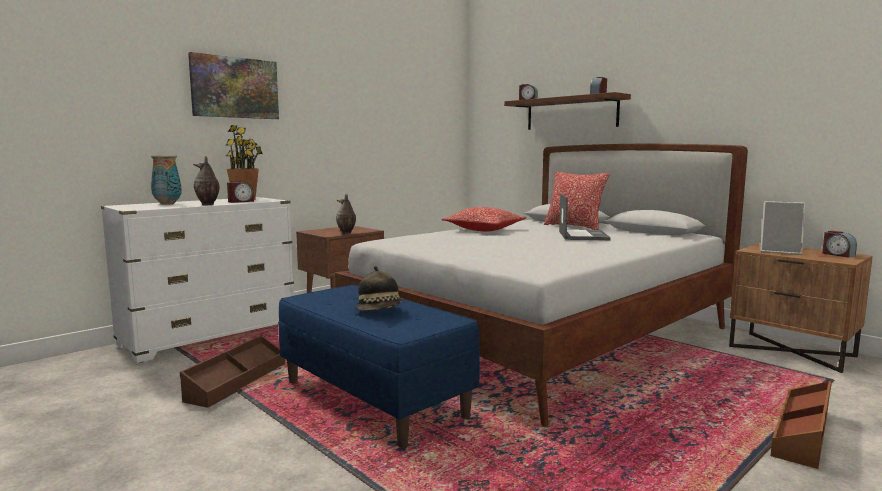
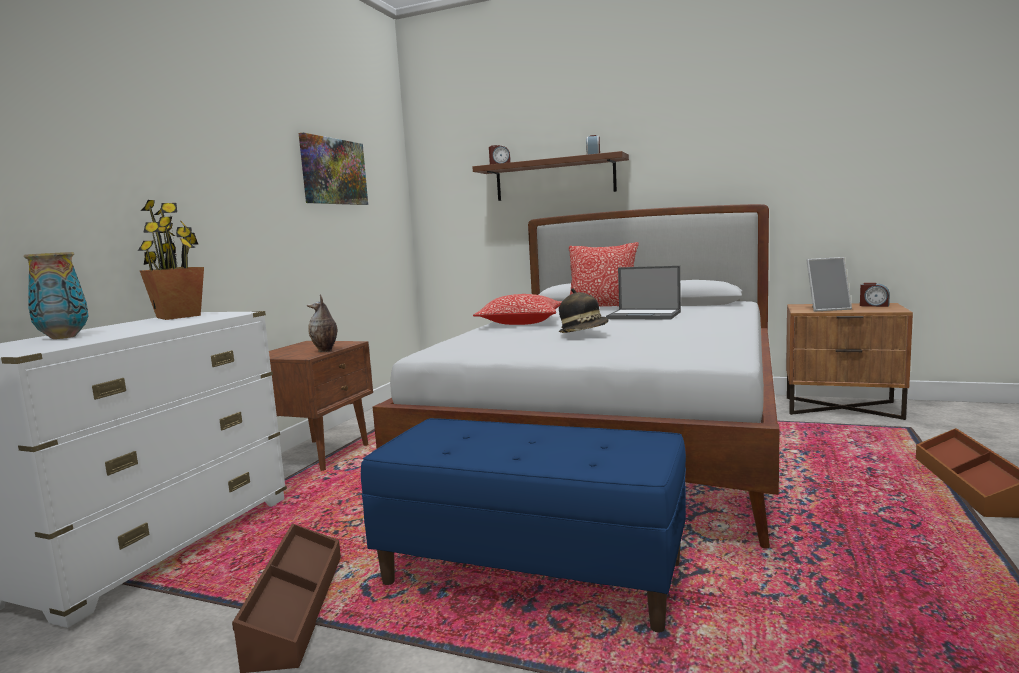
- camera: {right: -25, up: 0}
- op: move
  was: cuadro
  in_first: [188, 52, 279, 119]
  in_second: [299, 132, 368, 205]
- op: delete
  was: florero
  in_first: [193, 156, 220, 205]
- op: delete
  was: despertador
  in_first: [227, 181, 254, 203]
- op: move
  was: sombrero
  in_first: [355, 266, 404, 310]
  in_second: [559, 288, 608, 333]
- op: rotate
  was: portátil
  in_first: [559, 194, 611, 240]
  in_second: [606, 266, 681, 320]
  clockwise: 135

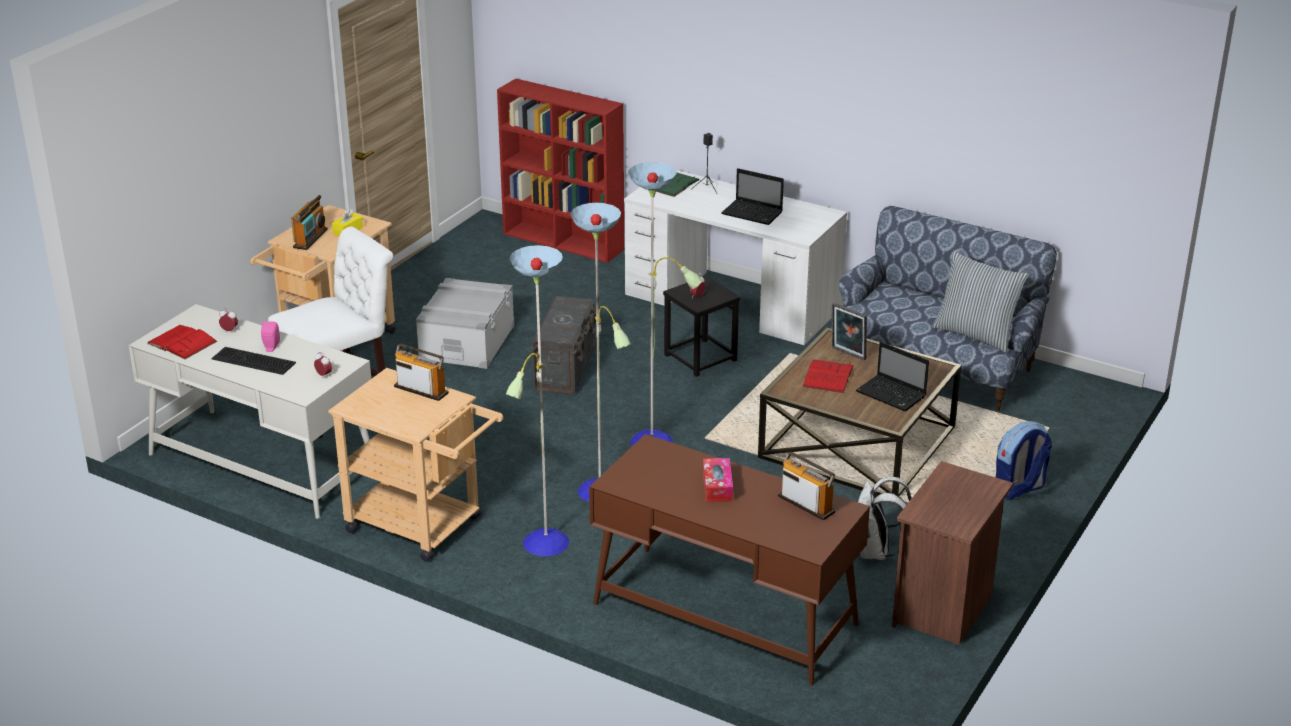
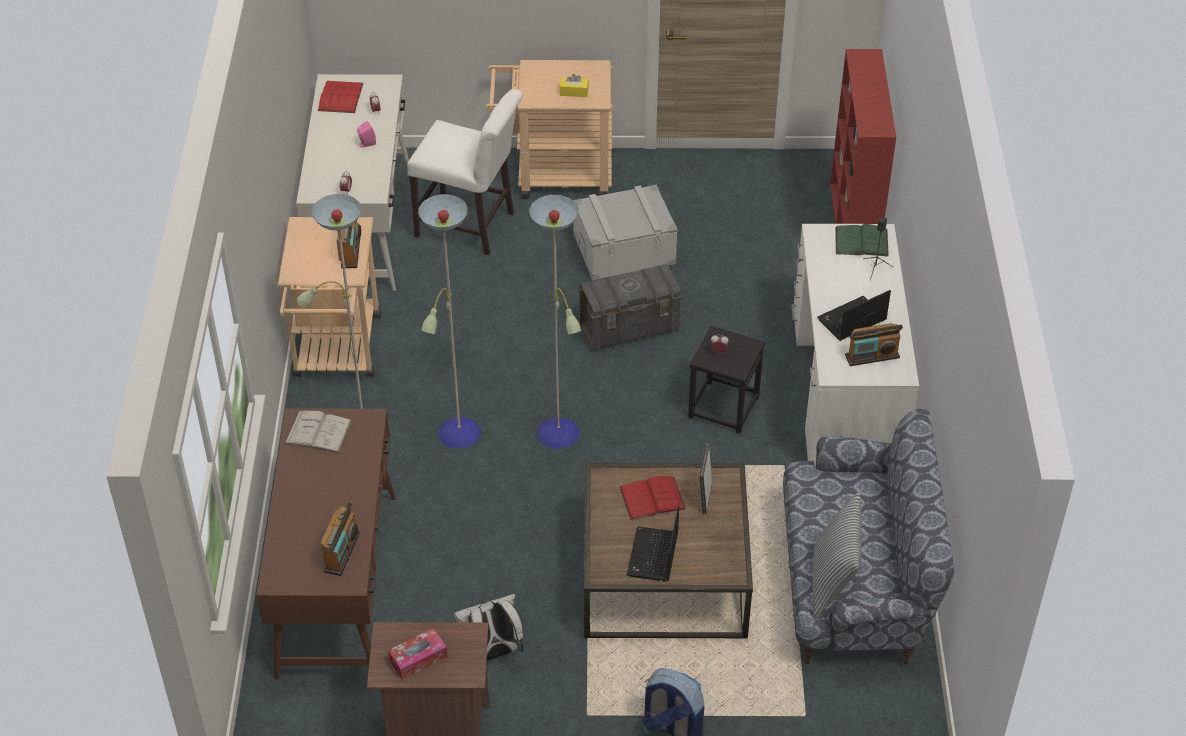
- camera: {right: 60, up: 15}
- op: delete
  was: teclado
  in_first: [212, 347, 296, 375]
- op: move
  was: radio
  in_first: [291, 195, 328, 250]
  in_second: [845, 323, 903, 366]
- op: move
  was: caja de pañuelos
  in_first: [703, 458, 733, 502]
  in_second: [388, 628, 447, 679]
- op: rotate
  was: portátil
  in_first: [721, 168, 784, 225]
  in_second: [817, 290, 891, 341]
  clockwise: 60
- op: insert
  now: libro [blanco]
  in_second: [284, 410, 353, 454]

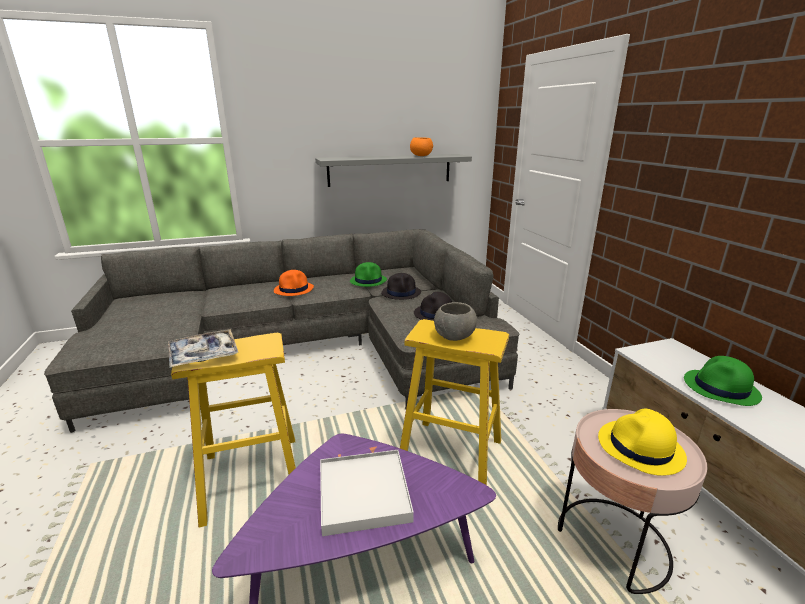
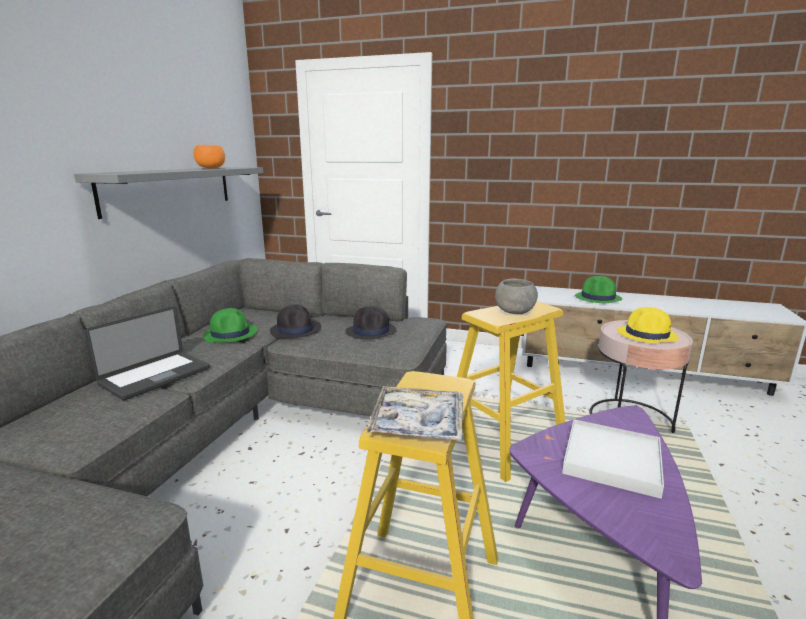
- camera: {right: -55, up: -5}
- op: replace
  was: sombrero [naranja]
  now: portátil
  in_first: [274, 270, 314, 296]
  in_second: [85, 307, 210, 400]

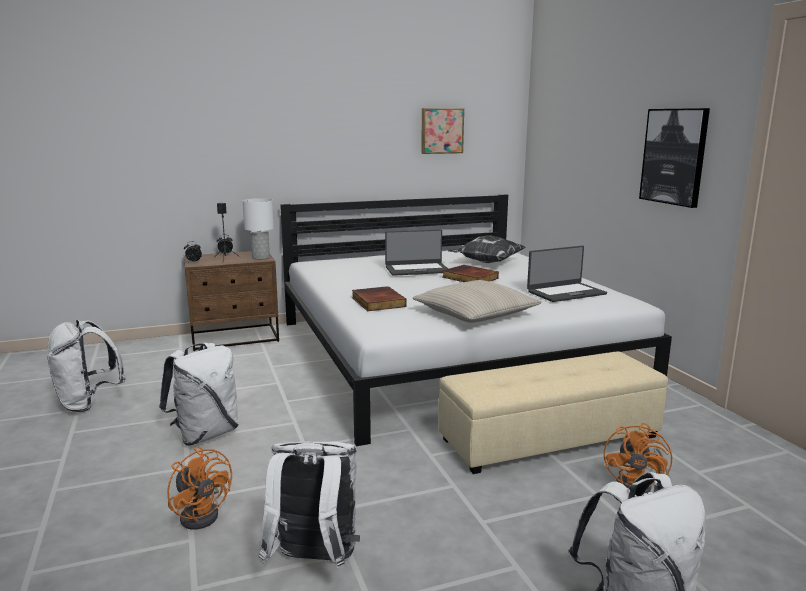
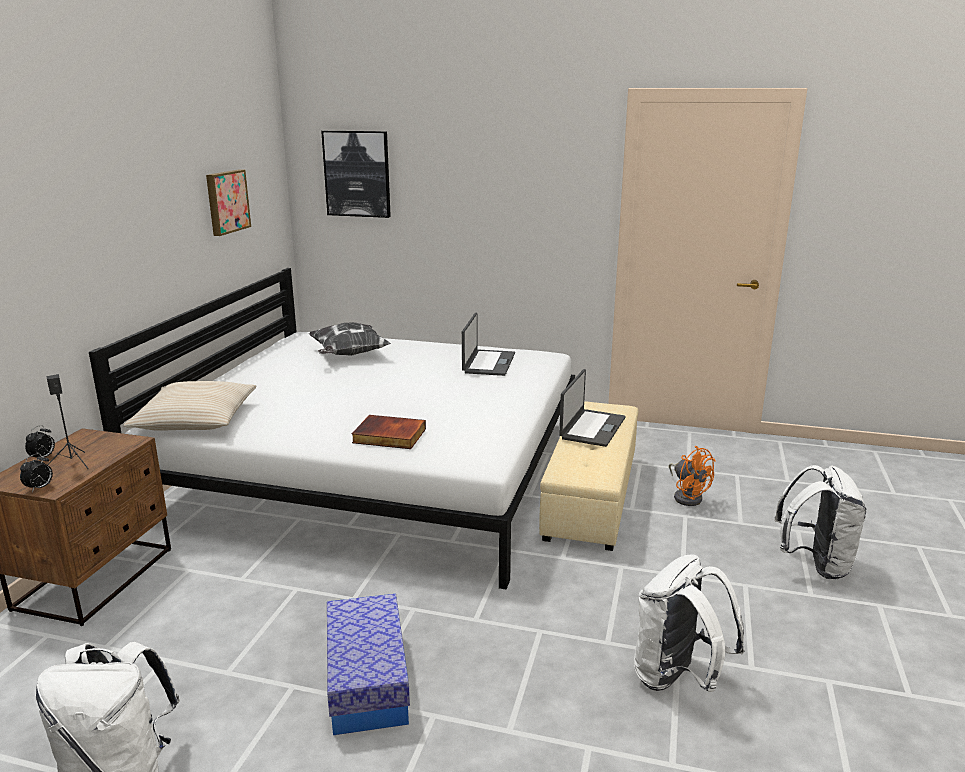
- camera: {right: -55, up: 5}
- op: replace
  was: mochila [blanco]
  now: caja de almacenaje
  in_first: [159, 343, 238, 446]
  in_second: [327, 594, 410, 735]
- op: delete
  was: ventilador [naranja]
  in_first: [167, 446, 232, 530]
- op: delete
  was: lámpara de mesa [blanco]
  in_first: [243, 198, 274, 260]
- op: move
  was: portátil
  in_first: [385, 230, 448, 276]
  in_second: [559, 369, 626, 447]
- op: move
  was: cojín [beis]
  in_first: [413, 280, 542, 323]
  in_second: [123, 381, 256, 431]
- op: delete
  was: libro
  in_first: [442, 265, 499, 282]
- op: move
  was: cuadro
  in_first: [639, 108, 710, 208]
  in_second: [321, 131, 391, 218]

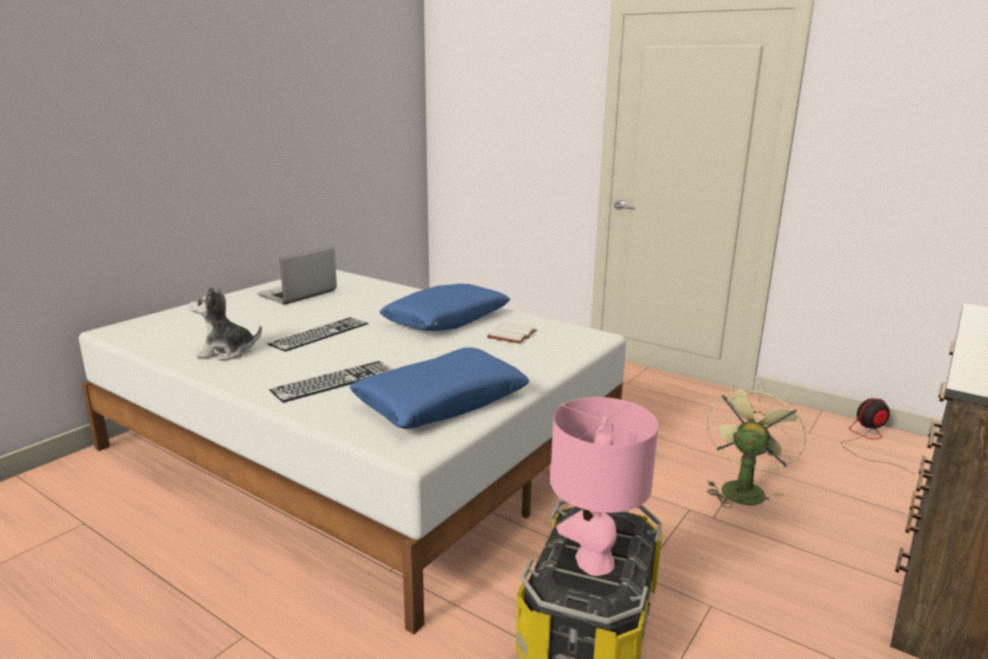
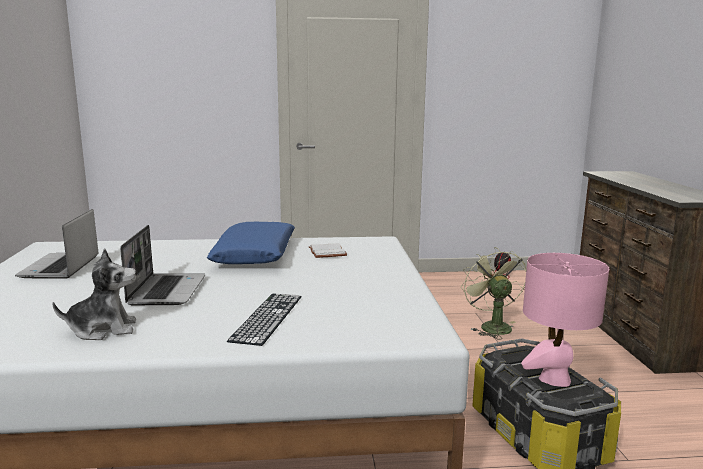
- camera: {right: -40, up: -5}
- op: rotate
  was: peluche
  in_first: [189, 286, 262, 361]
  in_second: [52, 249, 137, 340]
  clockwise: -150
- op: replace
  was: teclado
  now: portátil
  in_first: [267, 317, 368, 352]
  in_second: [120, 225, 205, 305]
- op: delete
  was: cojín [azul]
  in_first: [349, 348, 529, 429]

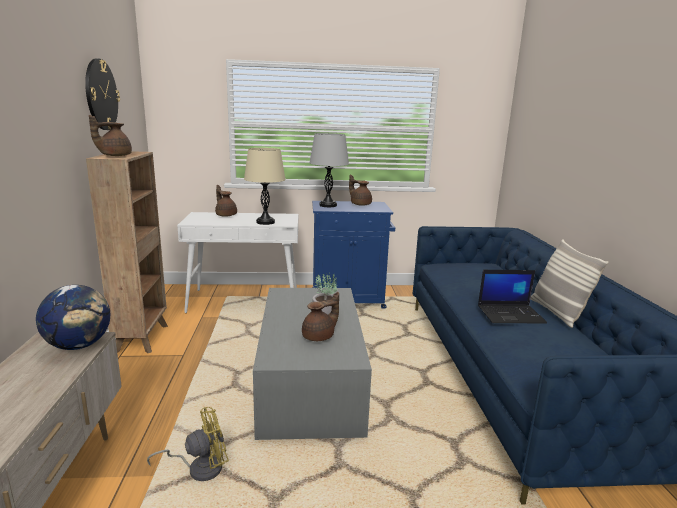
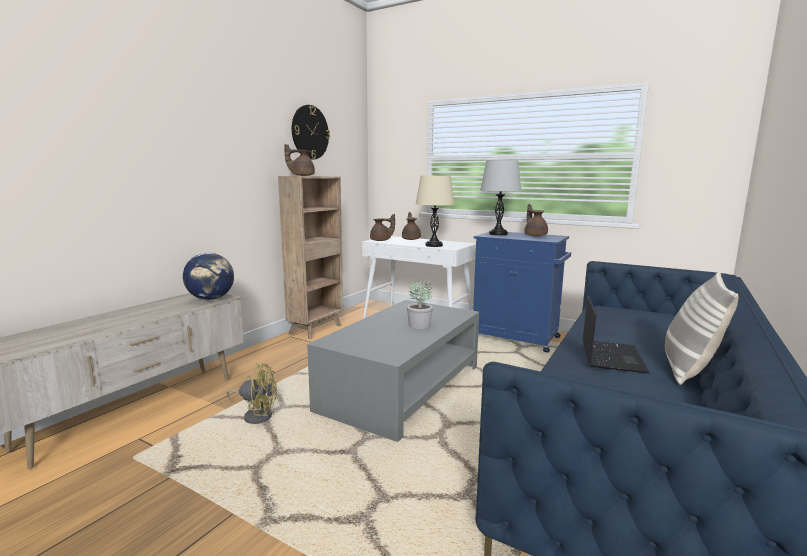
- camera: {right: 35, up: -5}
- op: move
  was: tetera [marrón]
  in_first: [302, 292, 339, 341]
  in_second: [370, 214, 395, 241]
- op: rotate
  was: portátil
  in_first: [478, 270, 547, 323]
  in_second: [582, 296, 650, 373]
  clockwise: -105

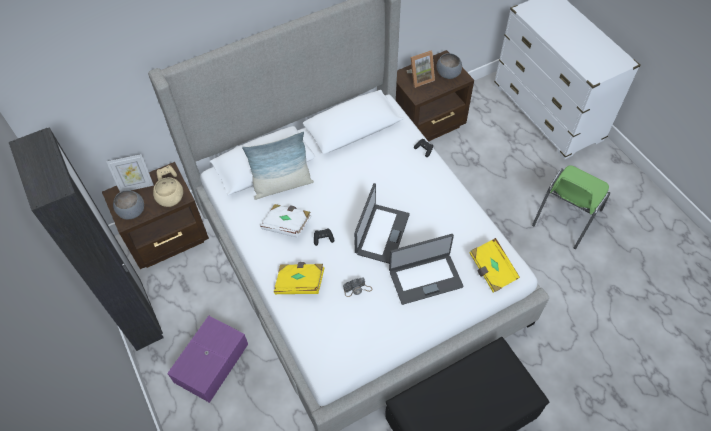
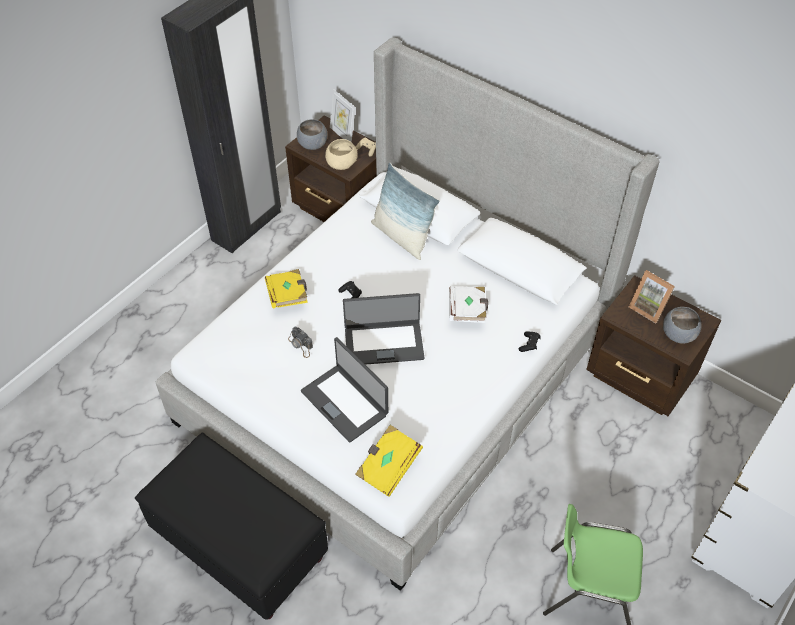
- camera: {right: 65, up: -5}
- op: delete
  was: caja de almacenaje [morado]
  in_first: [167, 316, 248, 403]
- op: move
  was: libro [blanco]
  in_first: [260, 204, 312, 238]
  in_second: [449, 286, 488, 323]

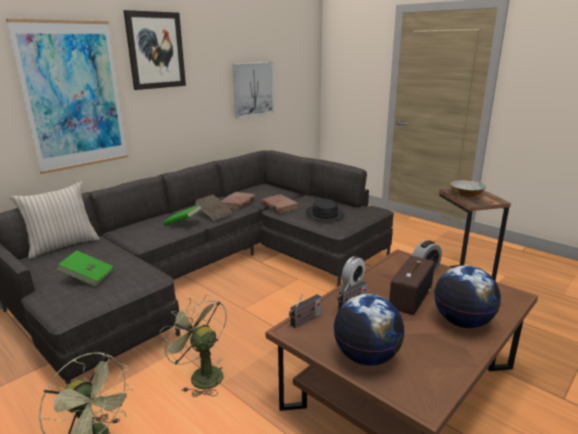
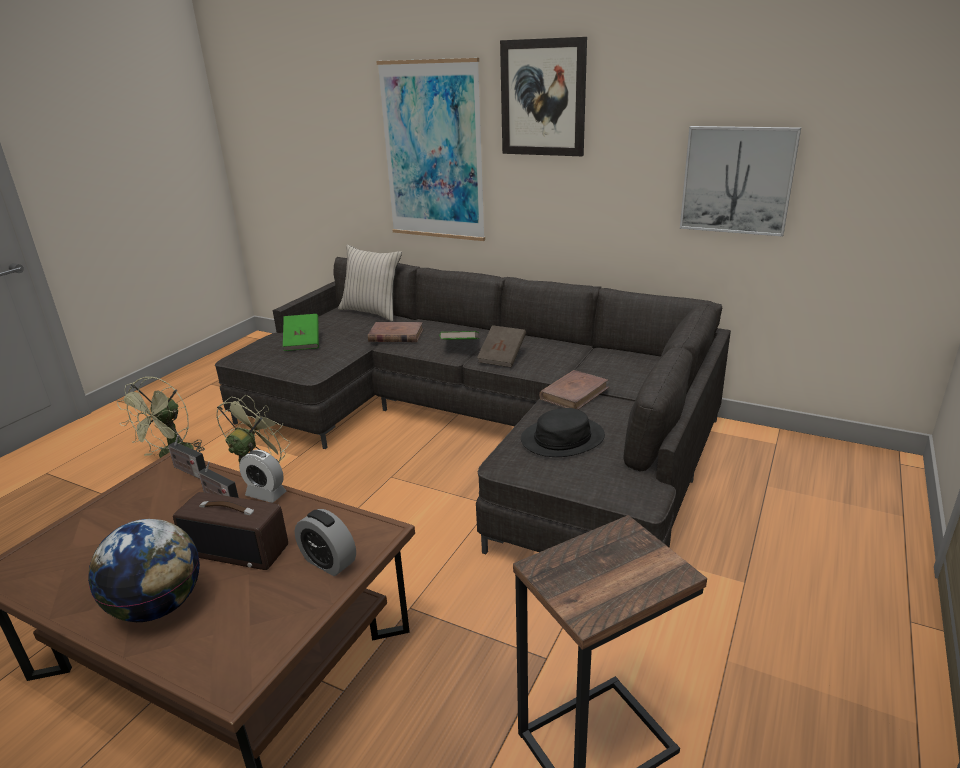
- camera: {right: 75, up: 5}
- op: move
  was: libro [marrón]
  in_first: [221, 192, 256, 210]
  in_second: [368, 322, 423, 342]
- op: delete
  was: globo terráqueo
  in_first: [334, 294, 405, 366]
- op: delete
  was: cuenco
  in_first: [450, 180, 486, 198]

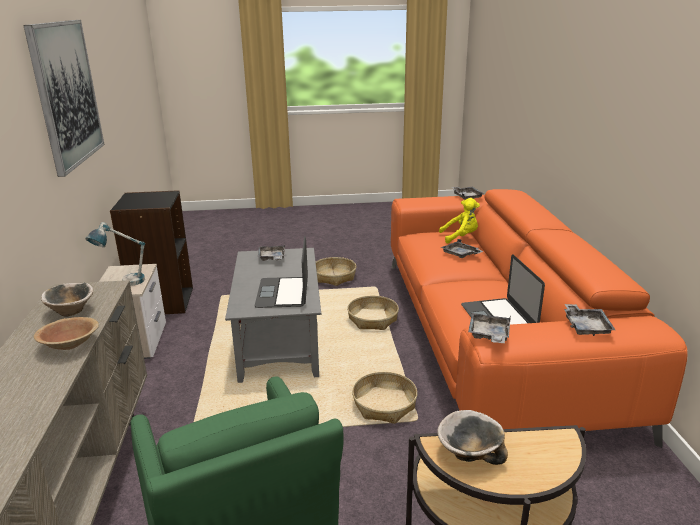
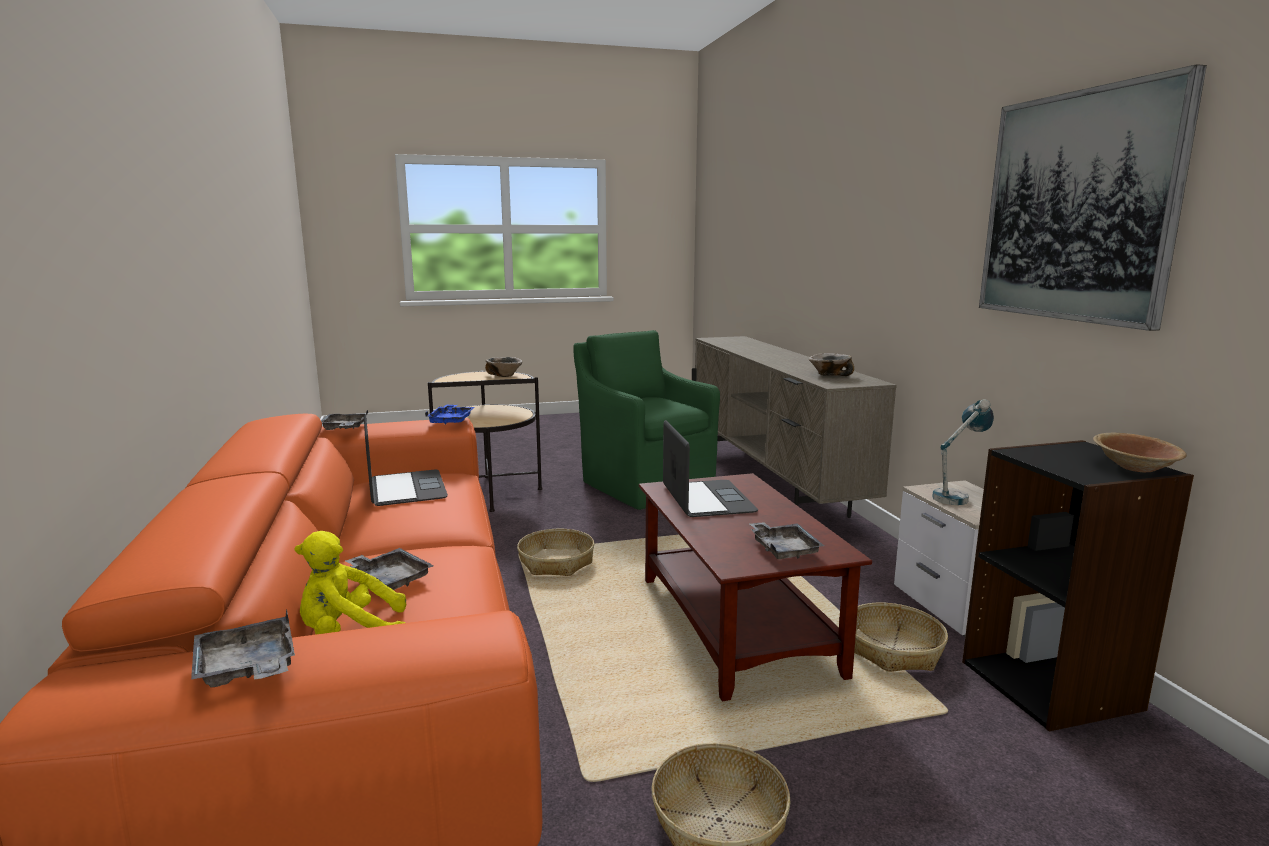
- camera: {right: 170, up: -10}
- op: move
  was: cuenco [marrón]
  in_first: [34, 317, 99, 350]
  in_second: [1093, 433, 1187, 472]
- op: recolor
  was: mesa de centro [gris]
  now: mesa de centro [marrón]
  in_first: [225, 248, 321, 383]
  in_second: [639, 473, 872, 701]
- op: move
  was: cesta
  in_first: [347, 296, 399, 330]
  in_second: [854, 603, 948, 672]
- op: recolor
  was: bandeja [gris]
  now: bandeja [azul]
  in_first: [468, 313, 511, 343]
  in_second: [425, 404, 475, 425]

